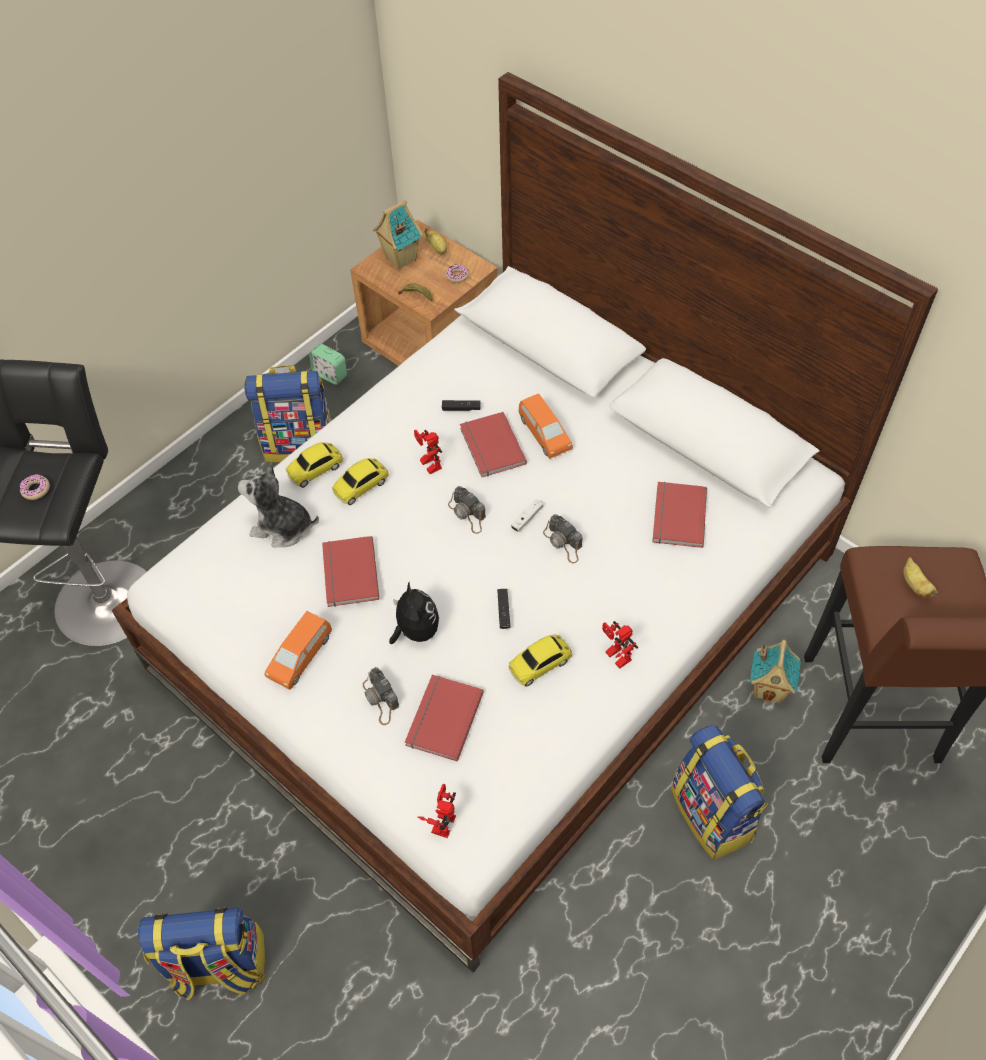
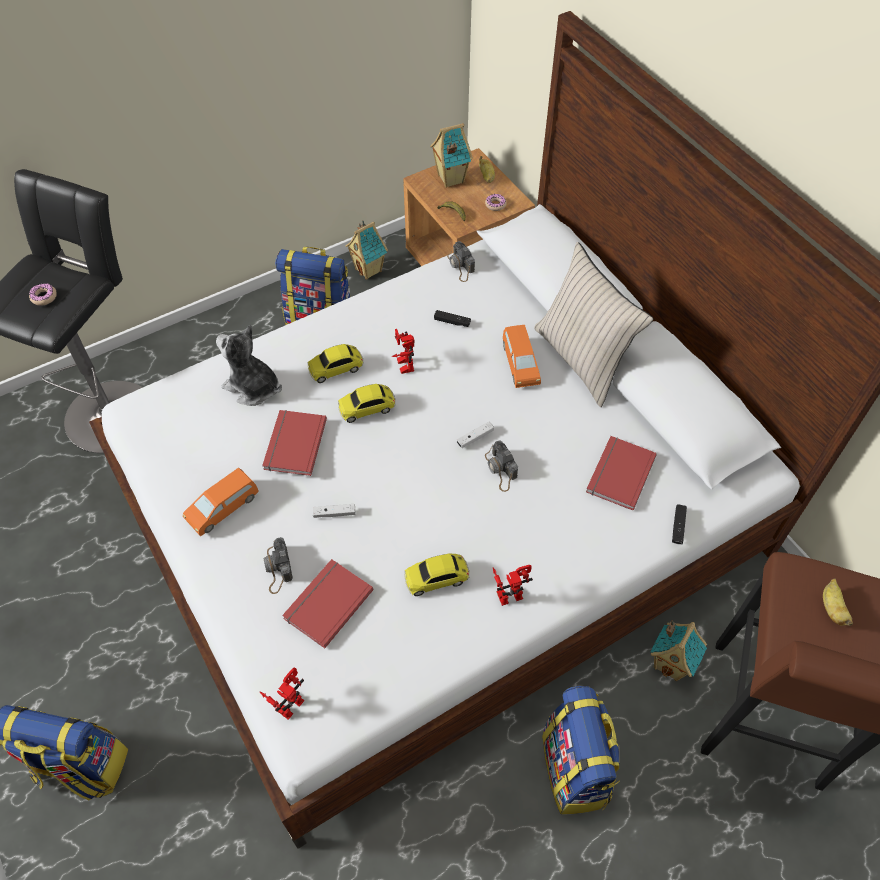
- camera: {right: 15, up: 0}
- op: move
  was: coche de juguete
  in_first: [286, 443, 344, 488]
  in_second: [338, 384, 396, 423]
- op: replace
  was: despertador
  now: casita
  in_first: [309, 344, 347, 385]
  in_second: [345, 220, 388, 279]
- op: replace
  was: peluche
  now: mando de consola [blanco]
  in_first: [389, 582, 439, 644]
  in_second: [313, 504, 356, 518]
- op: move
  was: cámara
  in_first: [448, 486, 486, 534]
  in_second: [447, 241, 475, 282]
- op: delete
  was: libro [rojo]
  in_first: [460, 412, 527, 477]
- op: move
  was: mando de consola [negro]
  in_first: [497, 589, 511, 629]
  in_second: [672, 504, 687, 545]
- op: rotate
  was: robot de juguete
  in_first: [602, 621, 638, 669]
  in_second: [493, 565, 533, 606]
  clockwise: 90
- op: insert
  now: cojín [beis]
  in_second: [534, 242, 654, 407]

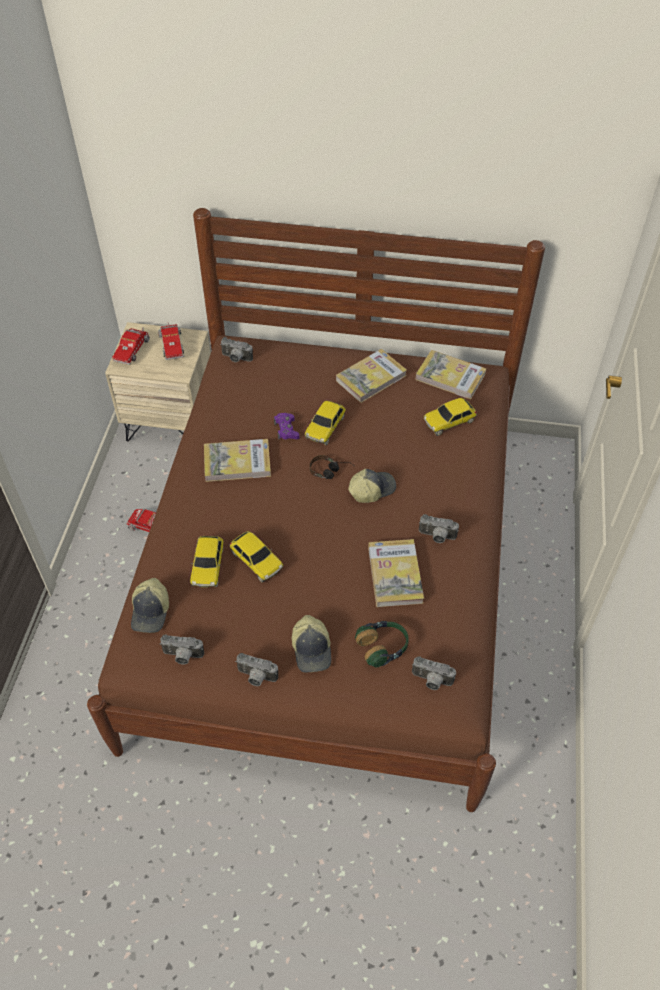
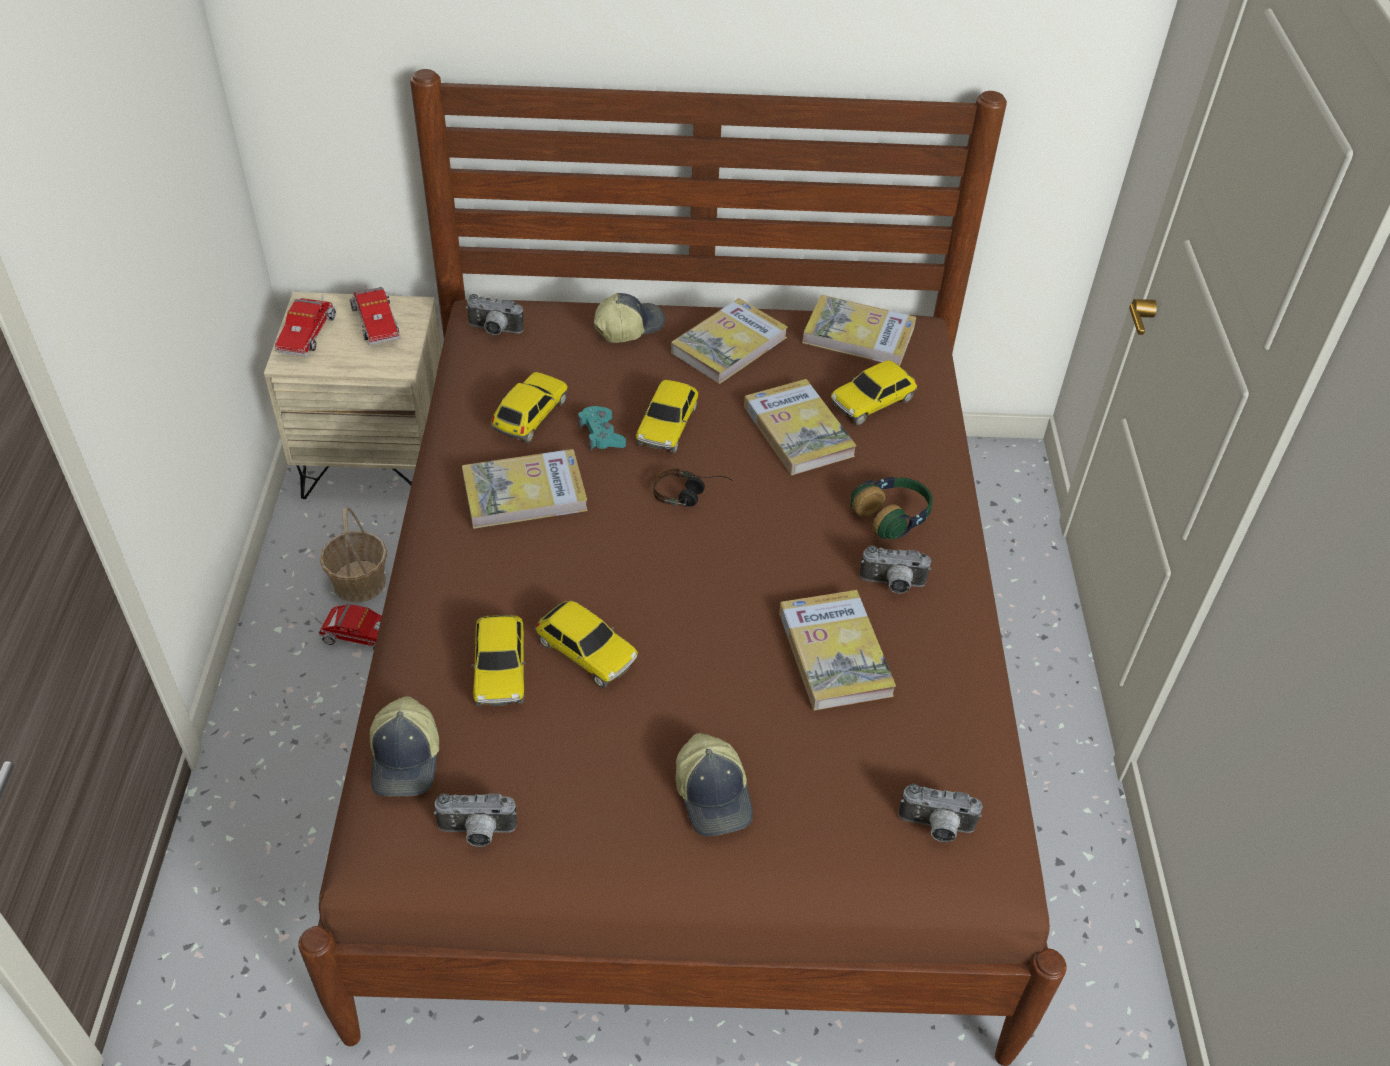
- camera: {right: -10, up: -5}
- op: delete
  was: cámara
  in_first: [235, 653, 278, 686]
- op: recolor
  was: mando de consola [morado]
  now: mando de consola [turquesa]
  in_first: [274, 413, 300, 439]
  in_second: [578, 406, 626, 451]
- op: move
  was: gorra
  in_first: [348, 469, 396, 503]
  in_second: [594, 293, 665, 343]
- op: move
  was: auriculares
  in_first: [355, 621, 409, 667]
  in_second: [851, 477, 933, 539]
- op: insert
  now: cesta
  in_second: [320, 507, 387, 602]
- op: insert
  now: coche de juguete
  in_second: [491, 372, 568, 443]
- op: insert
  now: libro
  in_second: [744, 379, 857, 475]

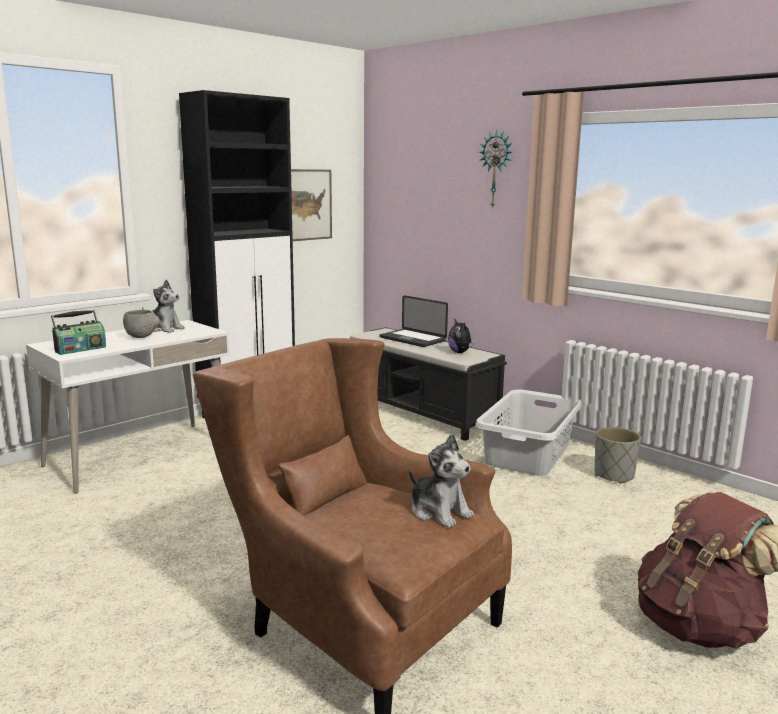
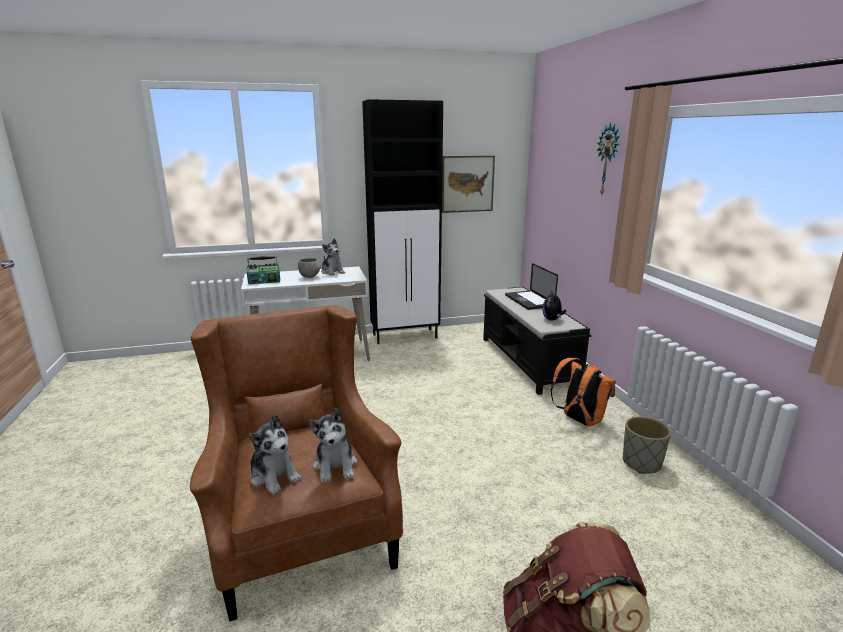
- camera: {right: 30, up: 5}
- op: replace
  was: cesto de la ropa [gris]
  now: mochila [naranja]
  in_first: [475, 389, 582, 476]
  in_second: [551, 358, 616, 426]
- op: insert
  now: peluche
  in_second: [249, 414, 301, 495]

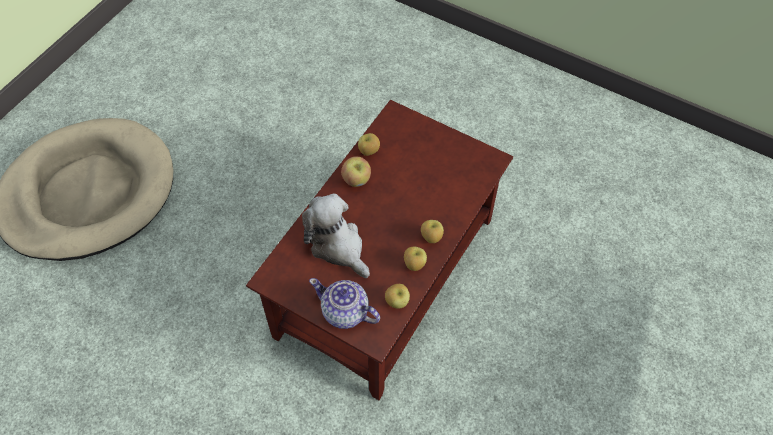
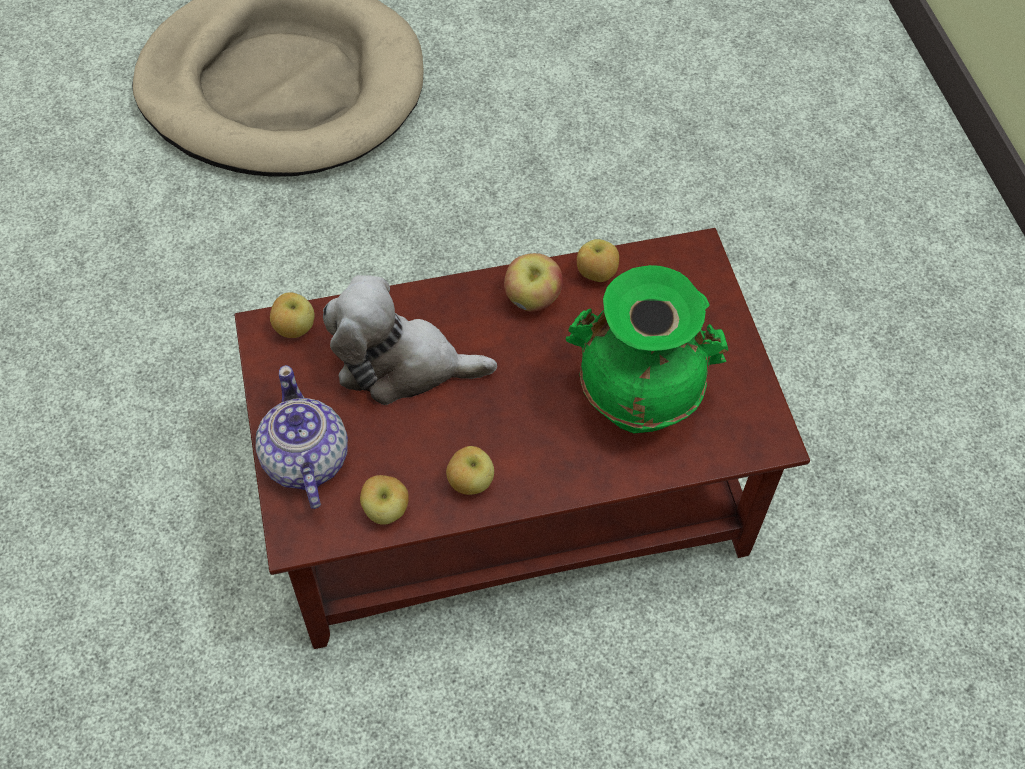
- camera: {right: 45, up: 0}
- op: rotate
  was: peluche
  in_first: [302, 194, 370, 278]
  in_second: [323, 275, 497, 405]
  clockwise: -90
- op: move
  was: manzana
  in_first: [421, 220, 444, 243]
  in_second: [270, 292, 315, 338]
- op: insert
  now: florero [verde]
  in_second: [566, 265, 728, 434]

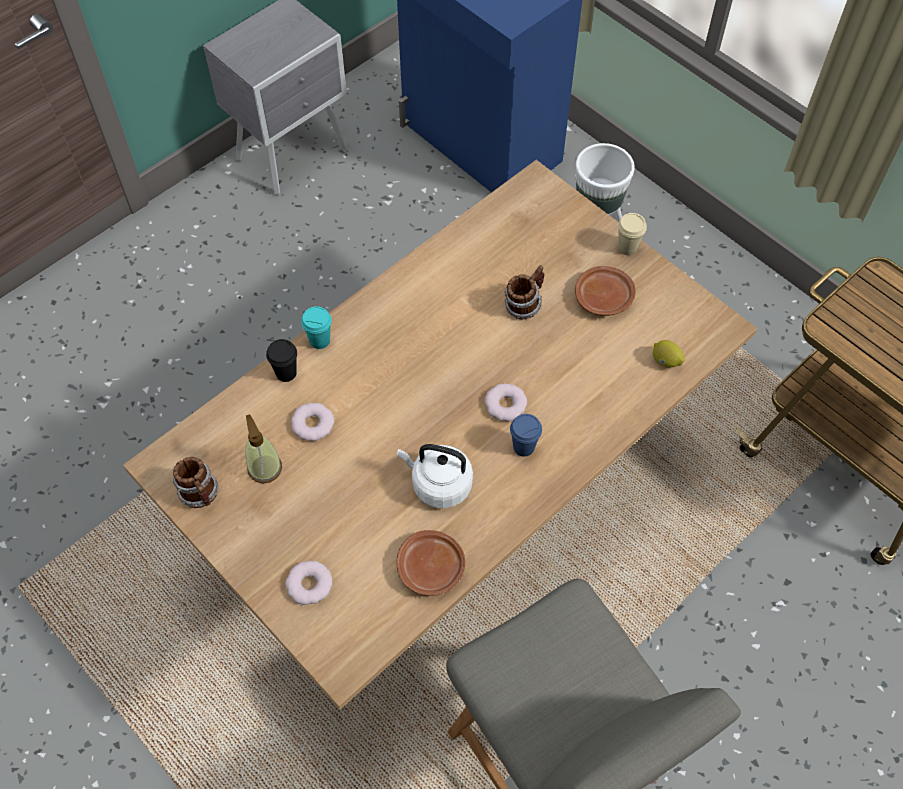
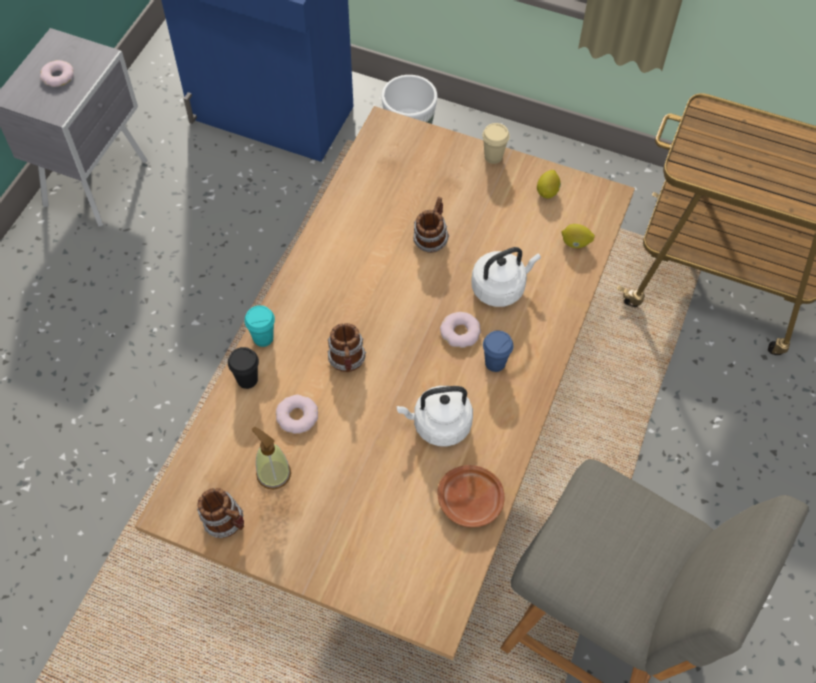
- camera: {right: -25, up: 0}
- op: move
  was: rosquilla
  in_first: [285, 561, 332, 605]
  in_second: [40, 60, 74, 87]
- op: delete
  was: plato [marrón]
  in_first: [575, 266, 636, 316]
- op: insert
  now: taza grande
  in_second: [328, 323, 366, 372]
- op: insert
  now: hervidor [blanco]
  in_second: [471, 247, 541, 307]
- op: insert
  now: limón
  in_second: [537, 170, 561, 199]

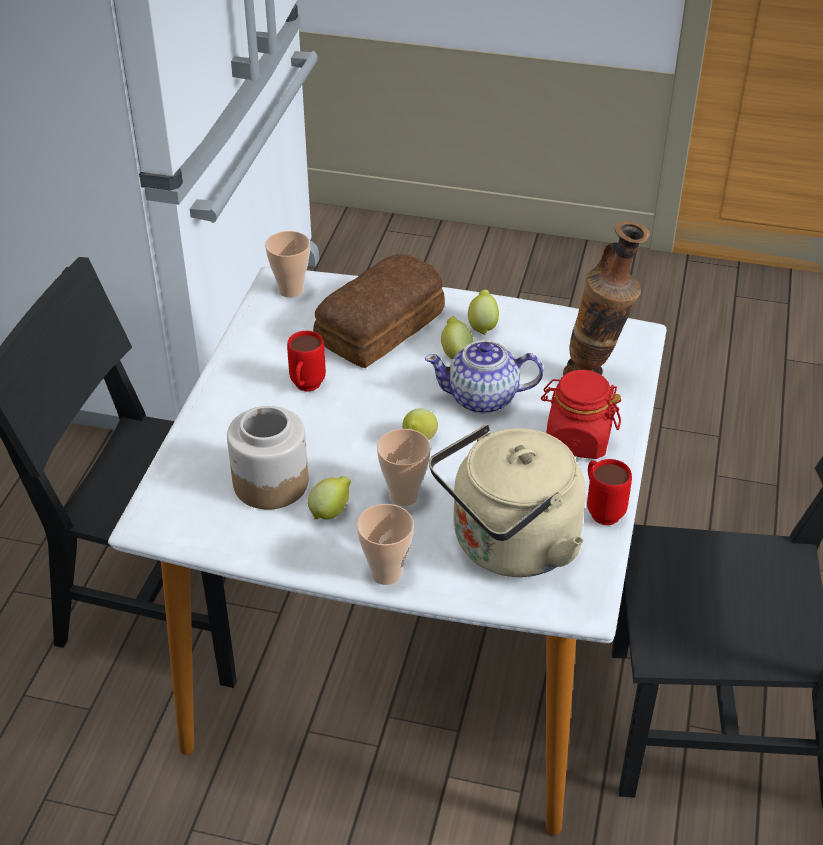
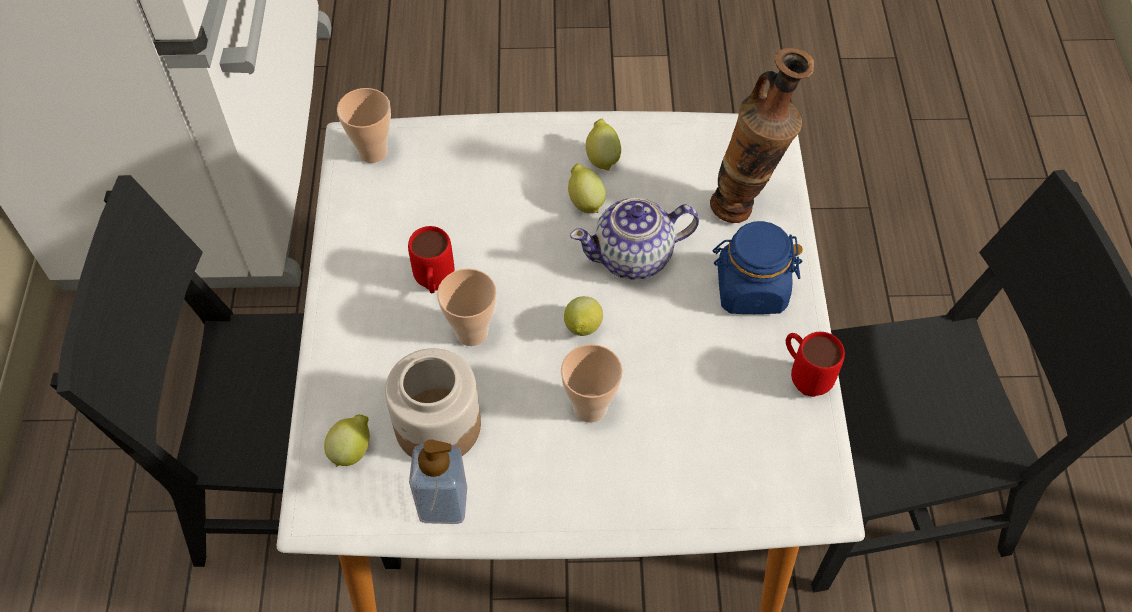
- camera: {right: -15, up: 15}
- op: move
  was: limón
  in_first: [308, 476, 351, 520]
  in_second: [324, 414, 370, 467]
- op: delete
  was: pan
  in_first: [313, 254, 445, 368]
- op: move
  was: taza
  in_first: [357, 504, 414, 585]
  in_second: [437, 268, 497, 346]
- op: delete
  was: hervidor [beis]
  in_first: [429, 424, 586, 577]
- op: recolor
  was: tarro [rojo]
  now: tarro [azul]
  in_first: [541, 370, 621, 459]
  in_second: [713, 221, 803, 314]
- op: insert
  now: dispensador de jabón
  in_second: [409, 439, 467, 524]

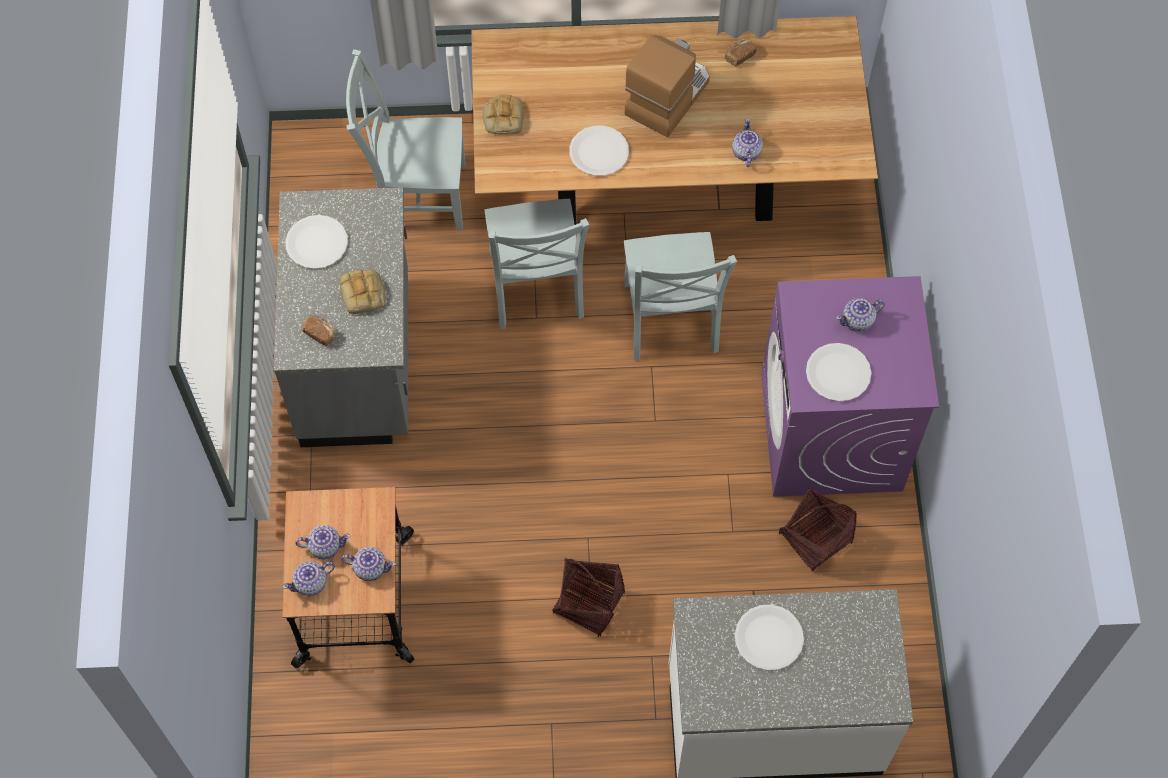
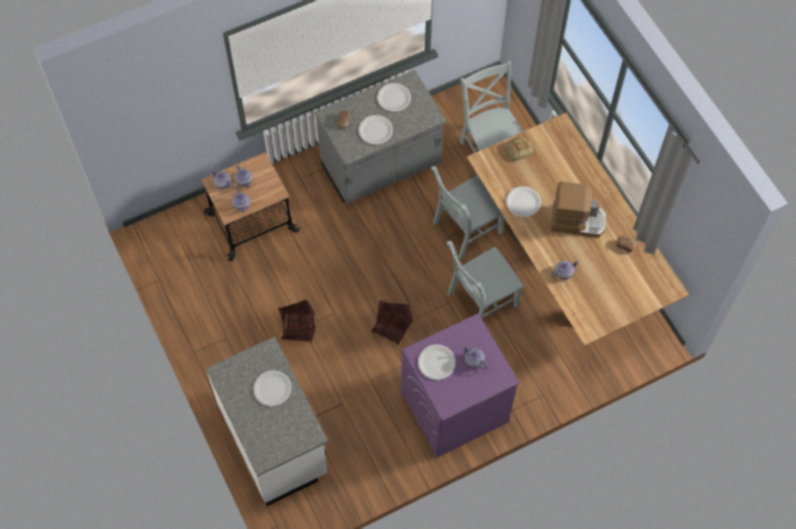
- camera: {right: 65, up: 0}
- op: replace
  was: pan
  now: plato [blanco]
  in_first: [340, 269, 386, 314]
  in_second: [358, 115, 393, 144]
- op: move
  was: cesta
  in_first: [779, 487, 857, 571]
  in_second: [372, 301, 413, 345]

